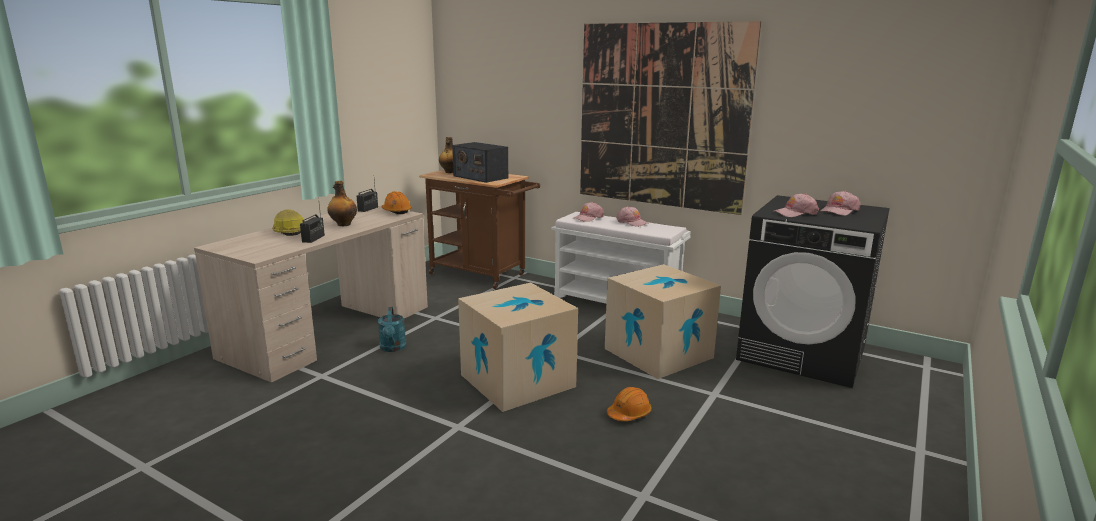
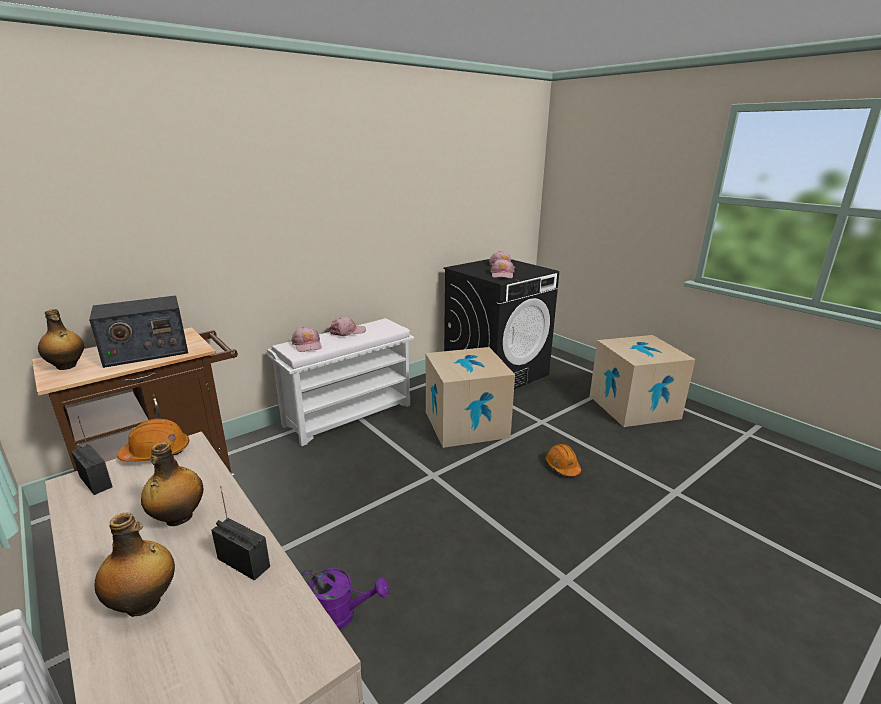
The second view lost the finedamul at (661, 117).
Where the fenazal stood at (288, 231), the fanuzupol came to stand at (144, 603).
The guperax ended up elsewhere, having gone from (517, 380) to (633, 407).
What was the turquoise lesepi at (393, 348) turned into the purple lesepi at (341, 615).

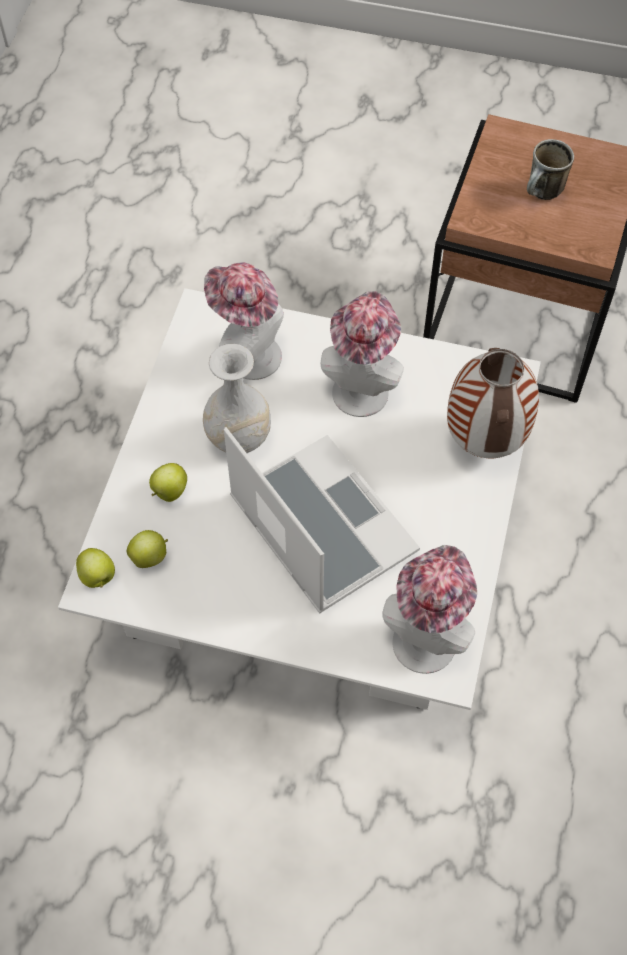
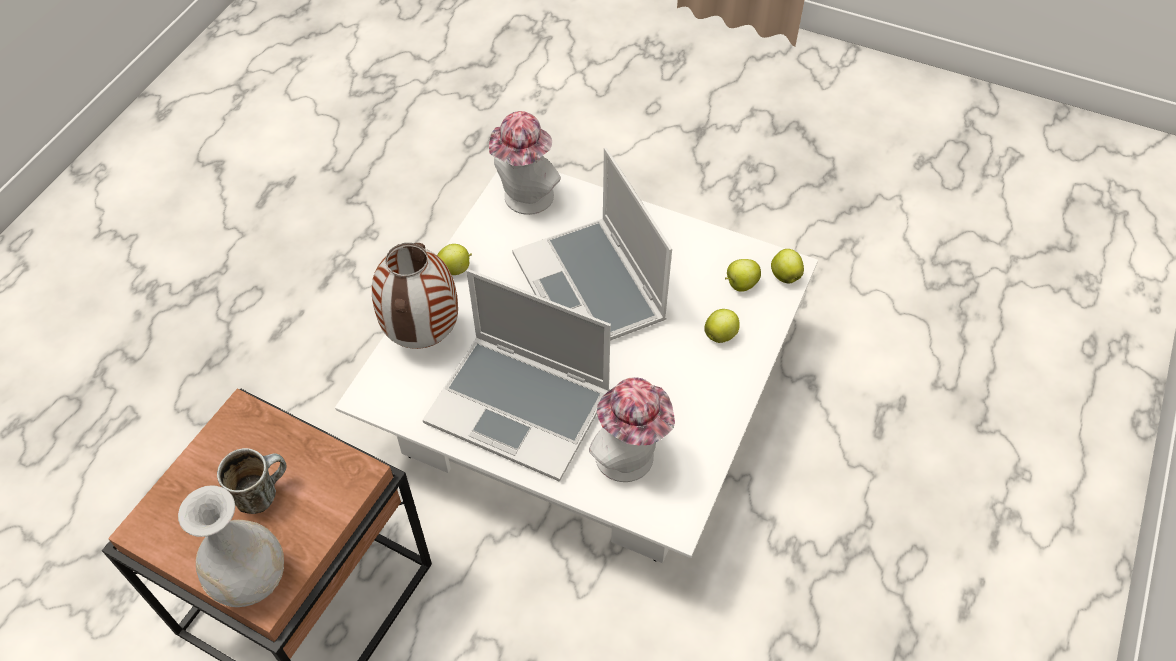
Where the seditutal stood at (361, 386), the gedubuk came to stand at (521, 407).
The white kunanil ended up elsewhere, having gone from (239, 438) to (251, 579).
The second view gained the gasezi at (455, 269).

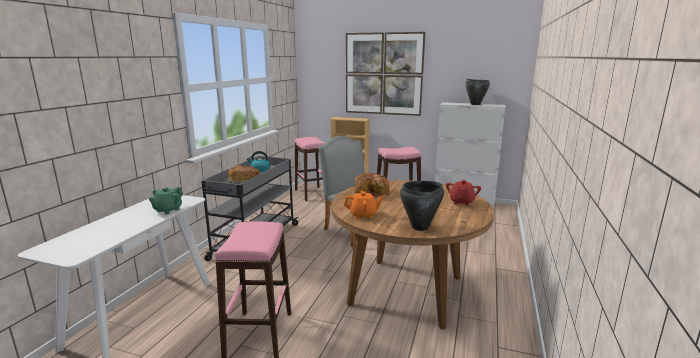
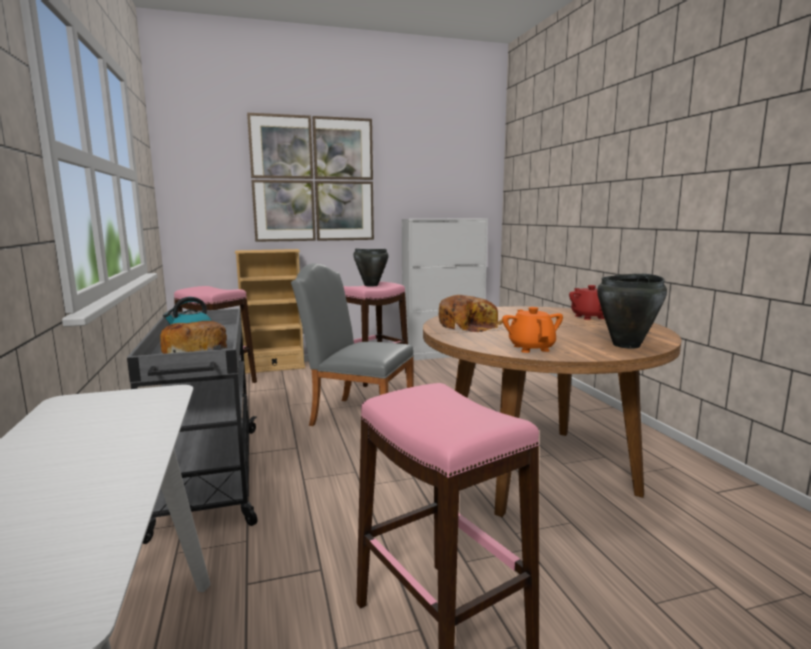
The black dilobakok ended up elsewhere, having gone from (475, 104) to (371, 285).
The second view lost the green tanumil at (167, 210).
The orange tanumil at (363, 215) ended up facing another way, 60 degrees counterclockwise from before.

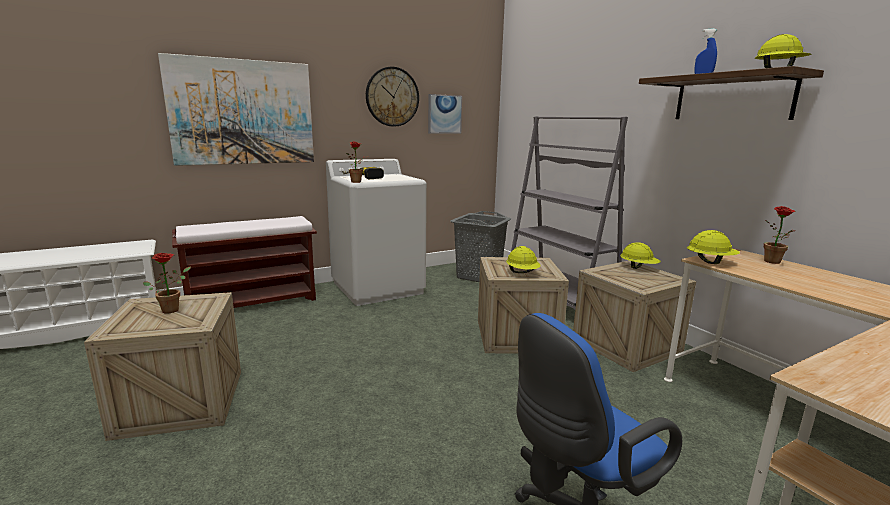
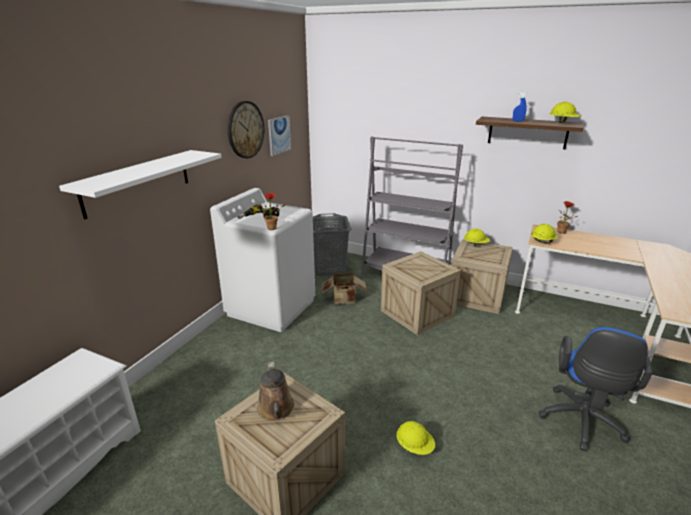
Where the finedamul hung at (243, 112), the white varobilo came to hang at (138, 182).
The second view lost the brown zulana at (254, 302).
The yellow fenazal ended up elsewhere, having gone from (522, 273) to (415, 446).
Where the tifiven stood at (173, 309), the brown lesepi came to stand at (276, 410).
The second view gained the guperax at (345, 300).

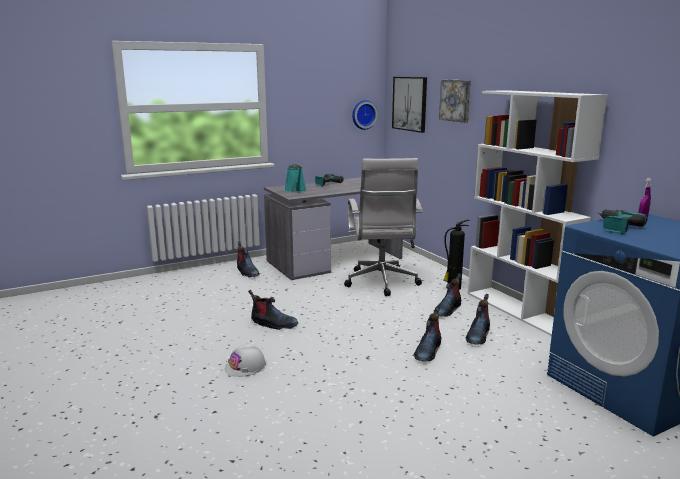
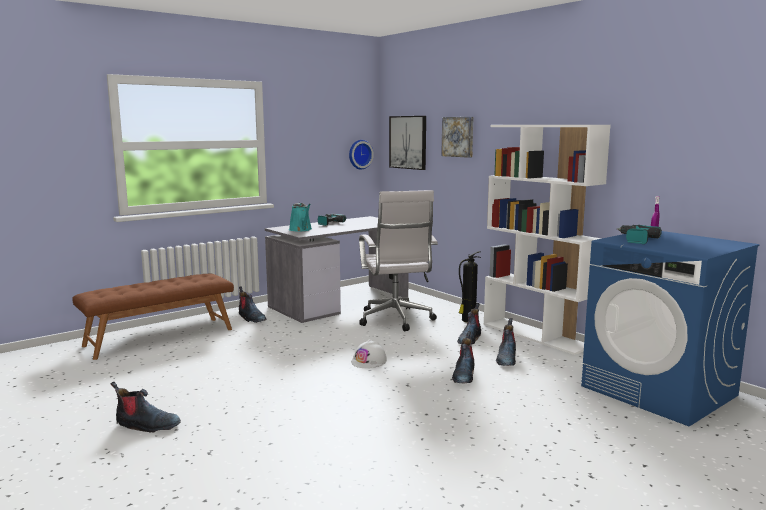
The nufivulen ended up elsewhere, having gone from (273, 324) to (146, 425).
The white fenazal ended up elsewhere, having gone from (246, 366) to (369, 361).
The second view gained the brown zulana at (159, 337).

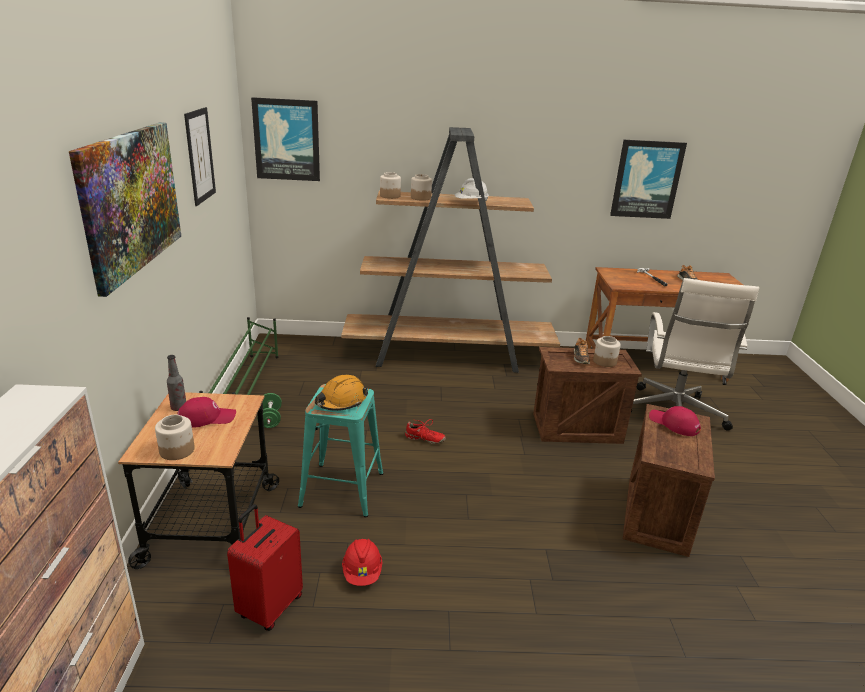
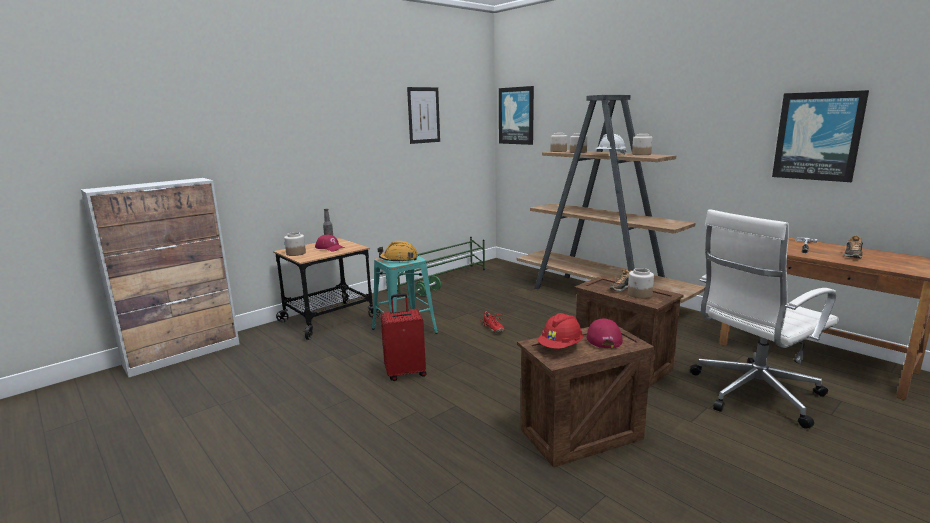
The second view lost the finedamul at (131, 201).
The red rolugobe ended up elsewhere, having gone from (269, 606) to (405, 373).
The red fenazal ended up elsewhere, having gone from (362, 572) to (560, 347).
The second view gained the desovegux at (641, 154).

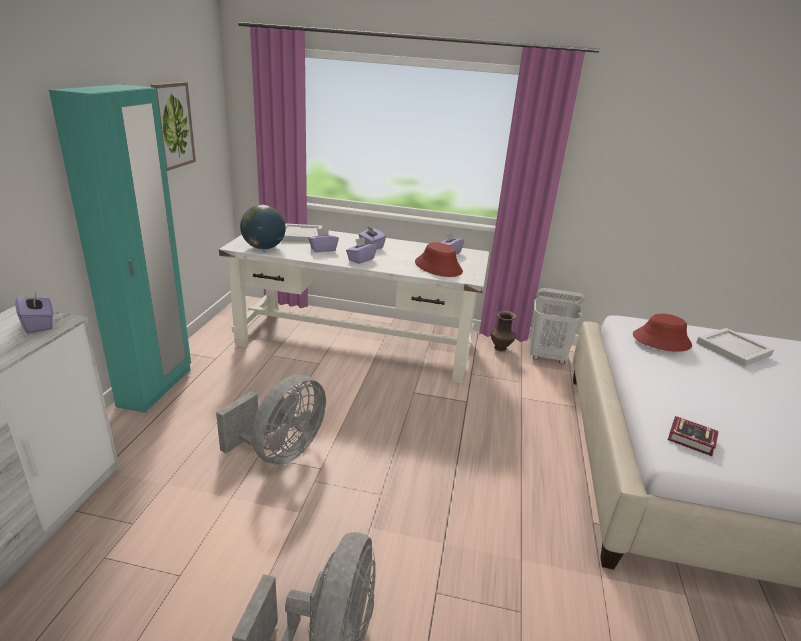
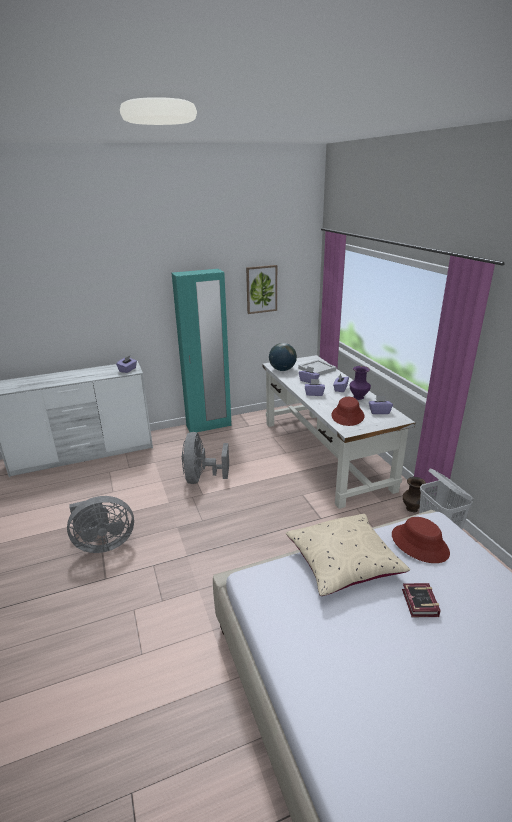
The second view lost the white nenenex at (734, 349).
The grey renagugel at (280, 452) ended up facing another way, 90 degrees clockwise from before.
The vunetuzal ended up elsewhere, having gone from (693, 441) to (419, 604).
The second view gained the purple kunanil at (359, 398).
The second view gained the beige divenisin at (343, 563).

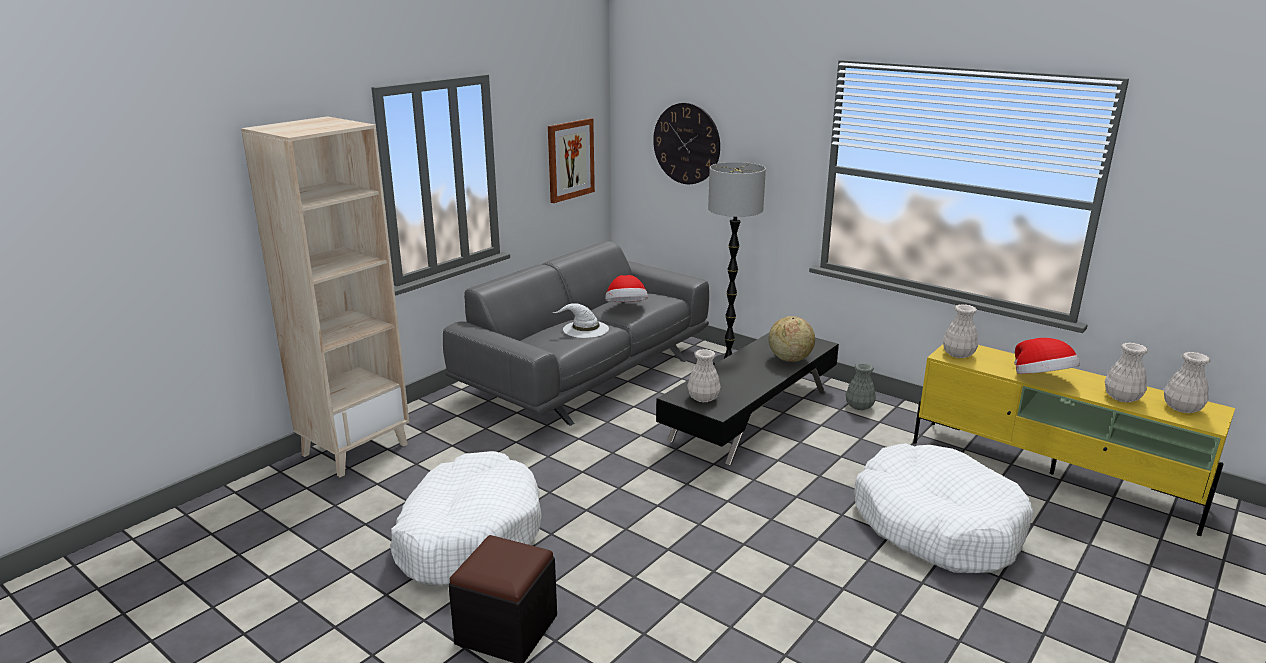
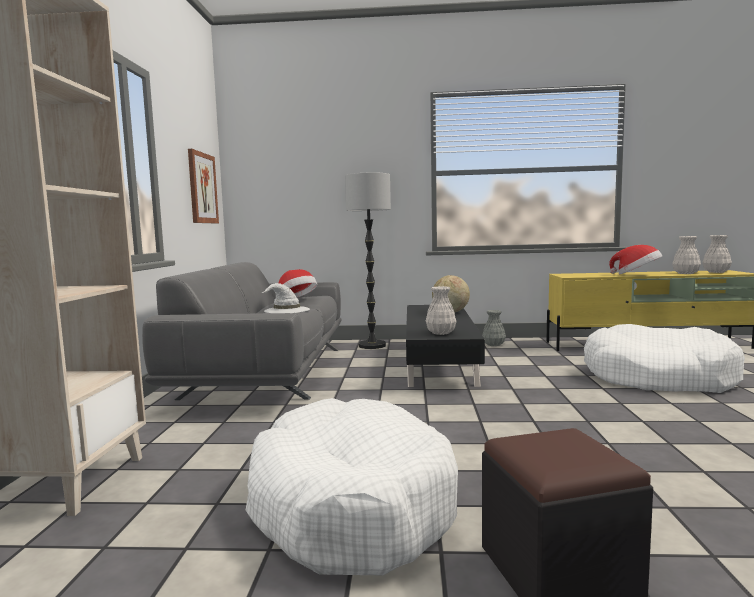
The second view lost the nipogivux at (686, 143).
The second view lost the white kunanil at (957, 354).

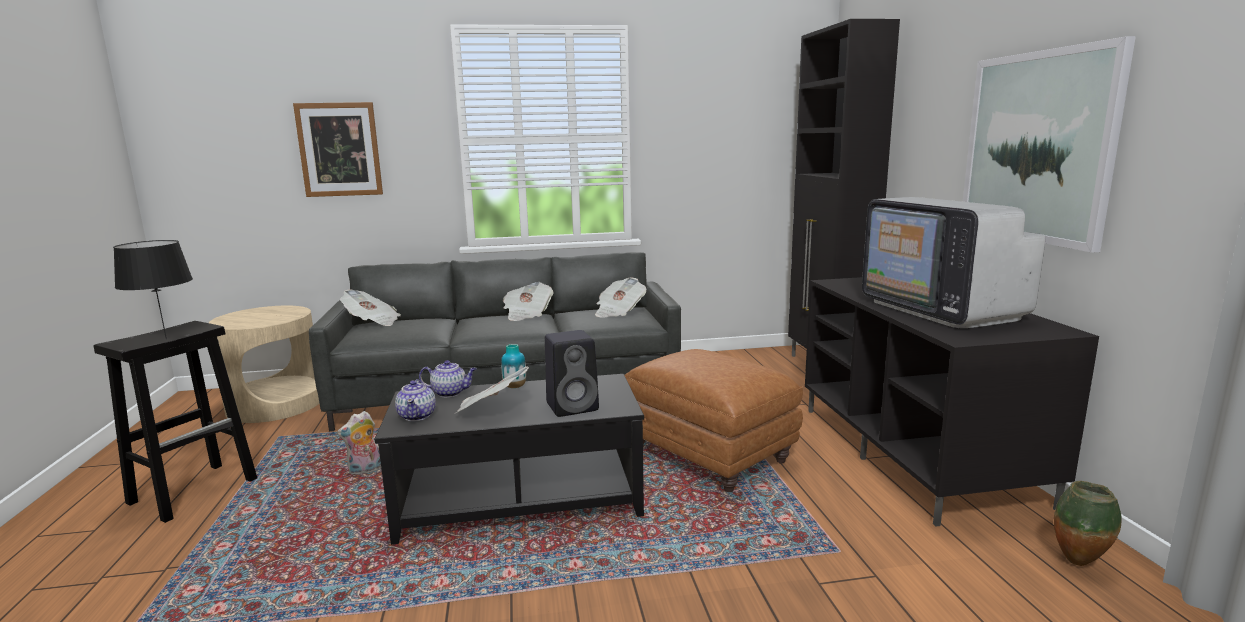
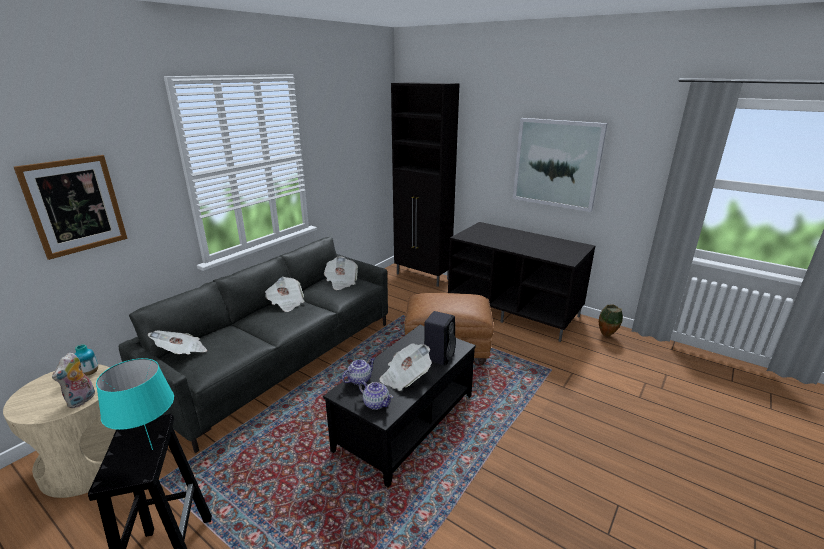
The second view lost the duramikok at (941, 310).
What was the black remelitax at (167, 338) turned into the turquoise remelitax at (152, 449).
The kunanil ended up elsewhere, having gone from (515, 387) to (90, 373).
The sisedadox ended up elsewhere, having gone from (365, 471) to (82, 400).

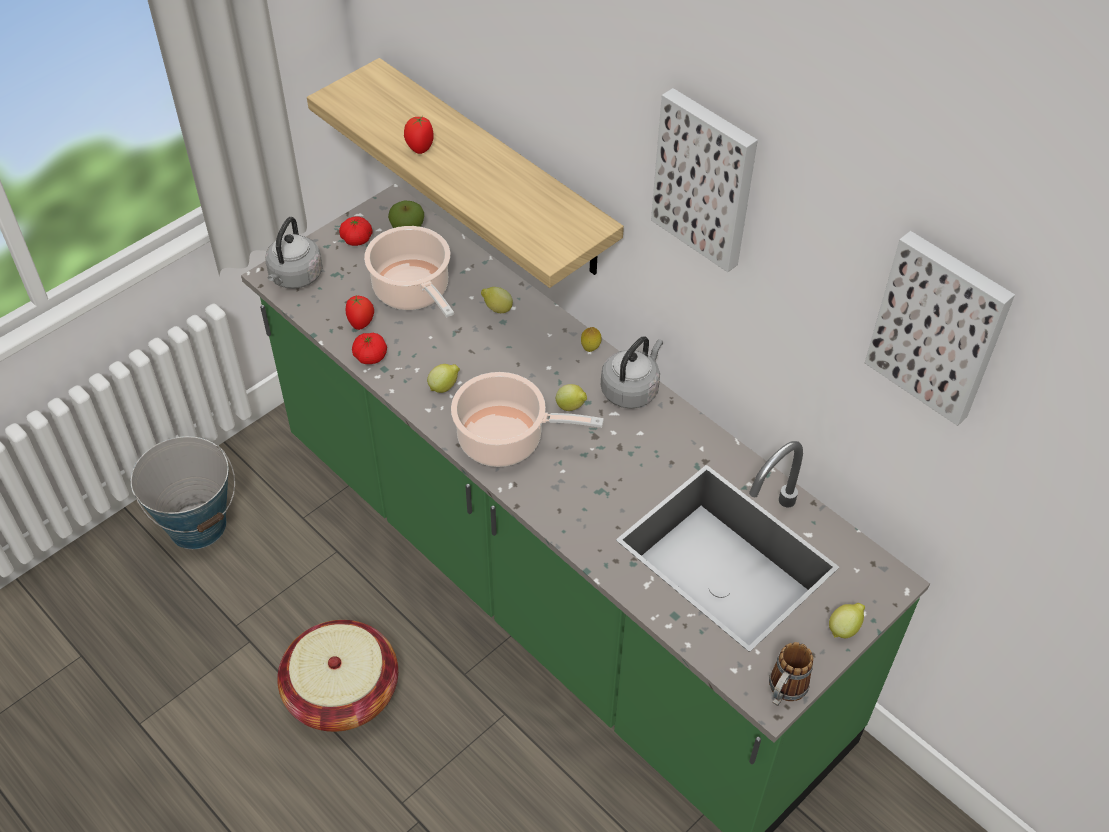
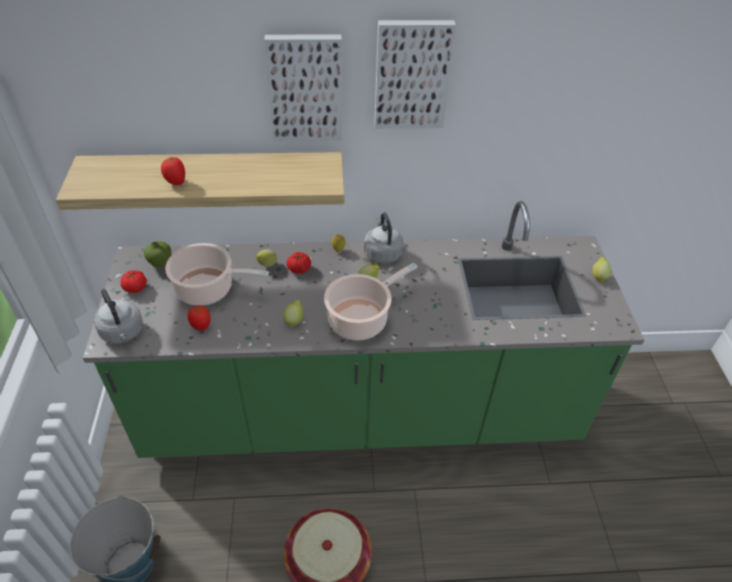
The finedamul ended up elsewhere, having gone from (940, 326) to (305, 87).
The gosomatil ended up elsewhere, having gone from (370, 357) to (299, 269).
The second view lost the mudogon at (784, 691).

